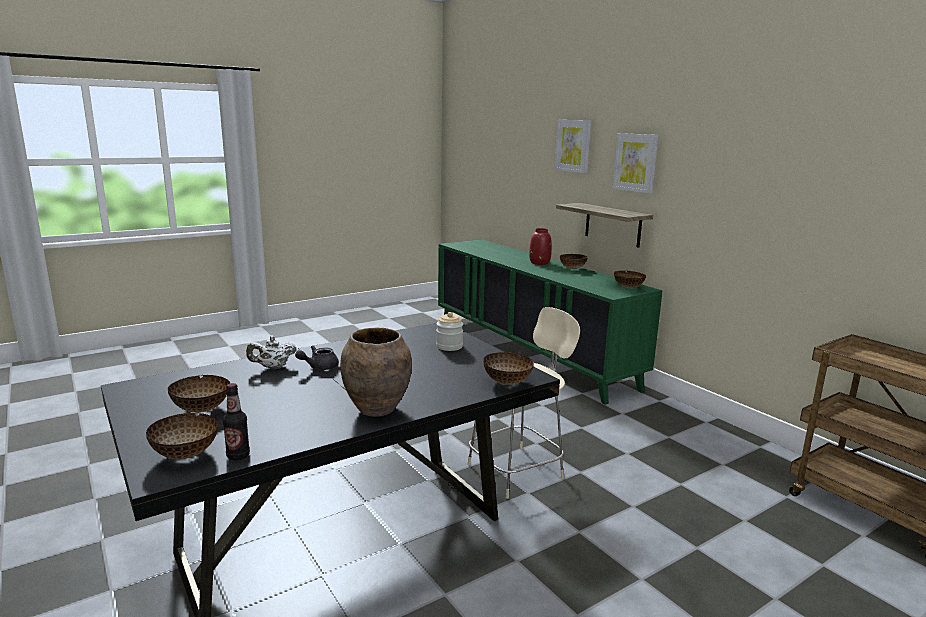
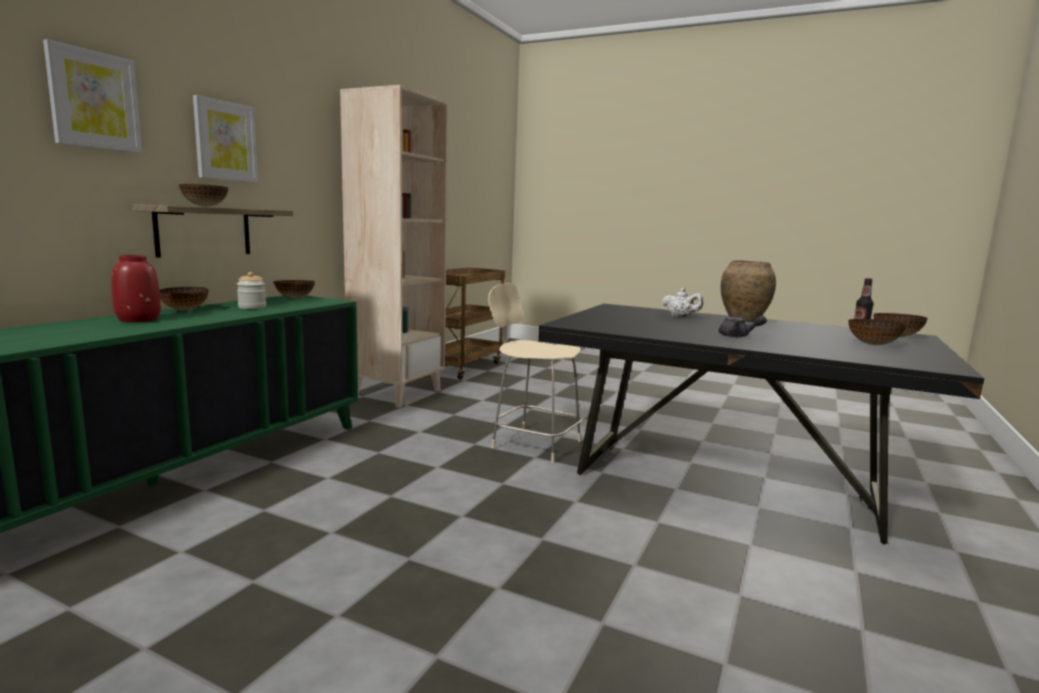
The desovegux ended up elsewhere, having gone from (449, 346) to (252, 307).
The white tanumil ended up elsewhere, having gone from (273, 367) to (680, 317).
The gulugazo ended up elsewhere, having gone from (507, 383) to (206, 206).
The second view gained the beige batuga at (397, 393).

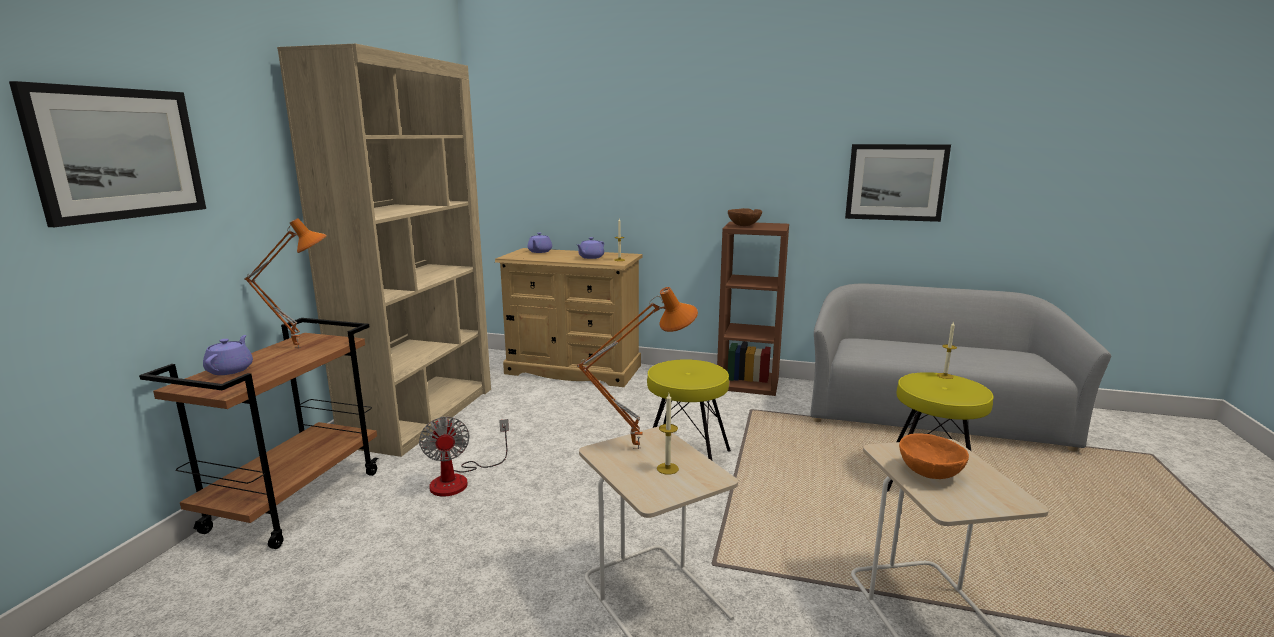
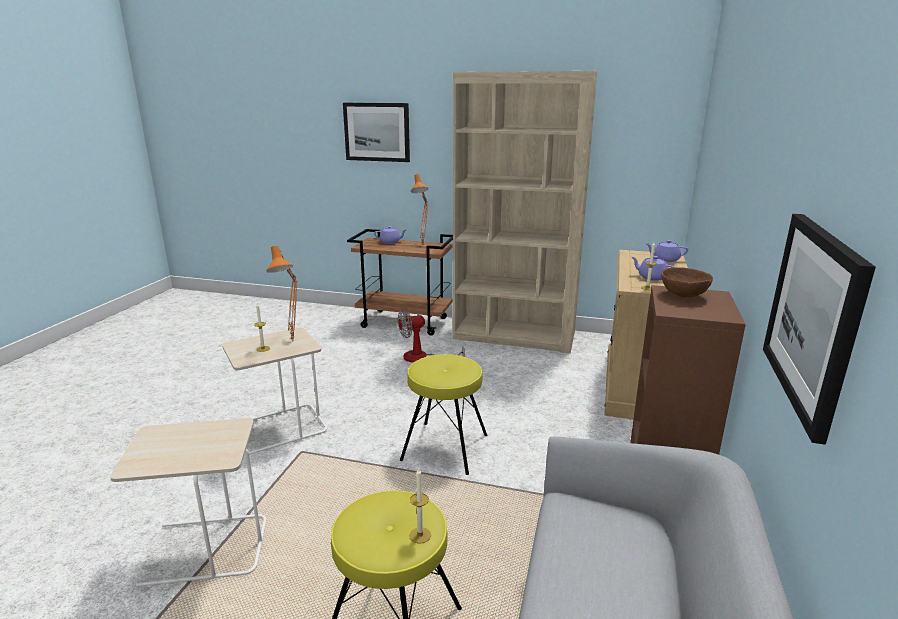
The second view lost the orange gulugazo at (930, 474).

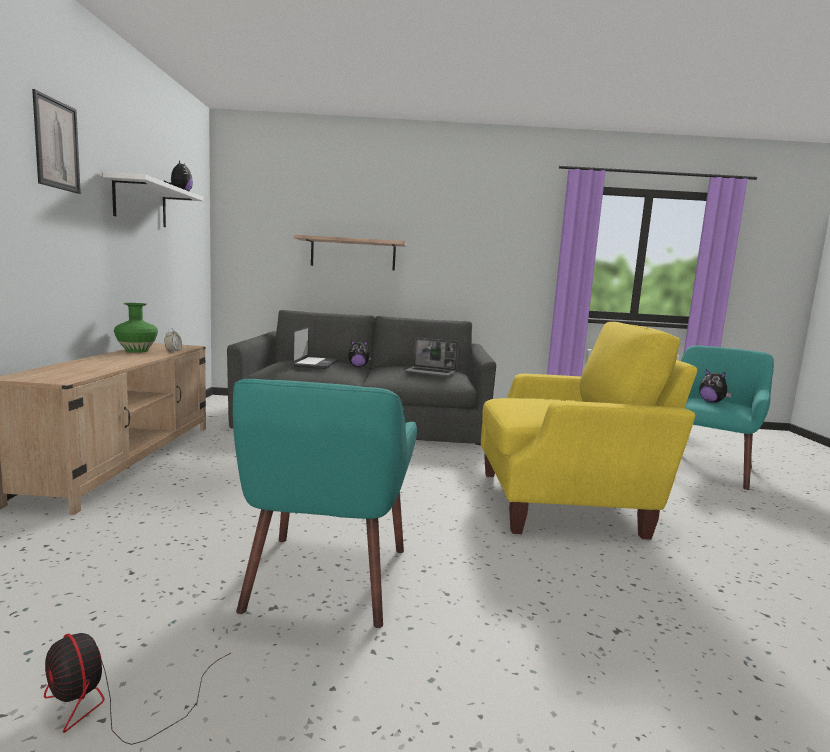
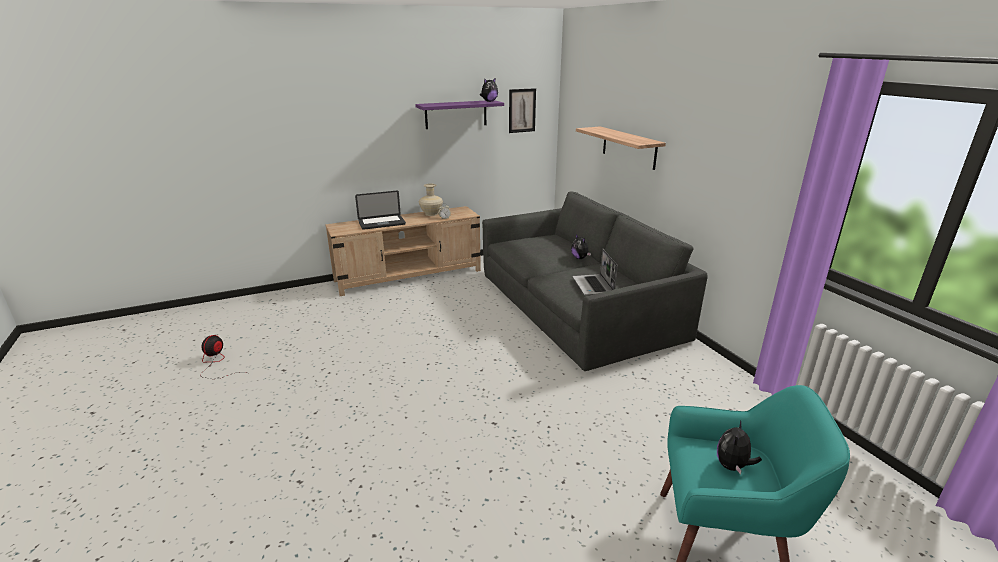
The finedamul ended up elsewhere, having gone from (56, 144) to (522, 110).
What was the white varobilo at (140, 203) turned into the purple varobilo at (456, 114).
What was the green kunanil at (136, 351) turned into the beige kunanil at (431, 213).
The second view lost the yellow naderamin at (564, 503).
The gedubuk ended up elsewhere, having gone from (316, 364) to (381, 223).
The second view lost the turquoise naderamin at (326, 578).

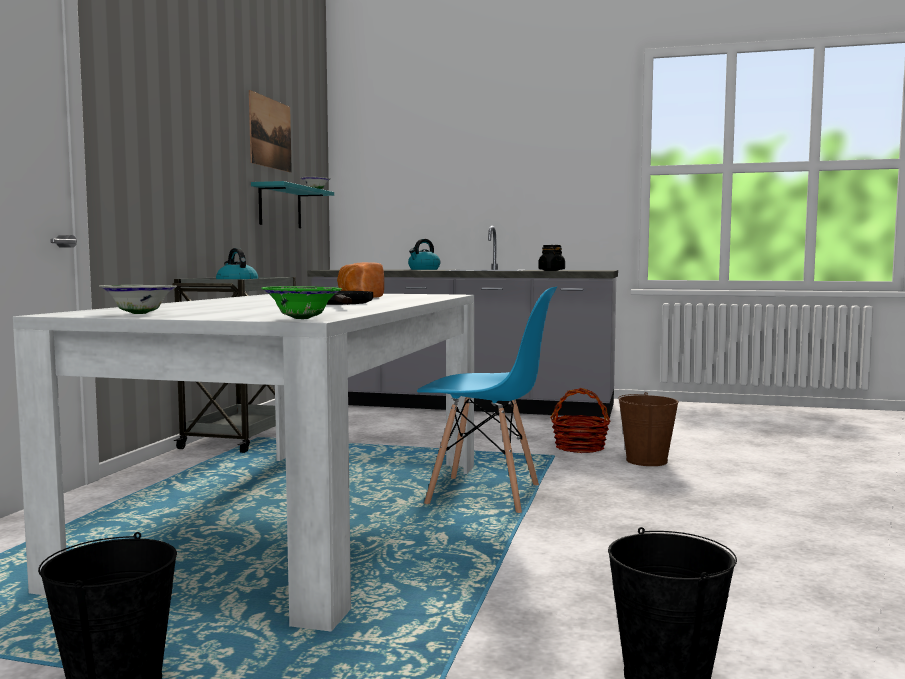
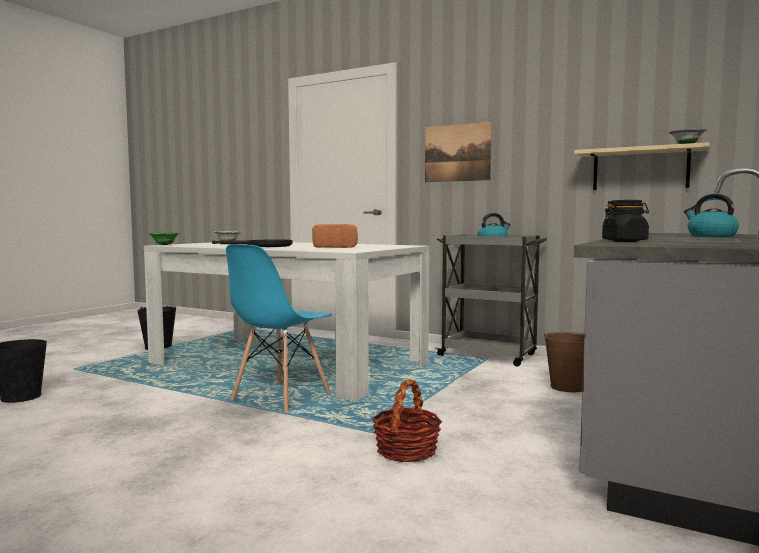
The finedamul ended up elsewhere, having gone from (270, 133) to (457, 153).
What was the turquoise varobilo at (280, 207) turned into the beige varobilo at (640, 169).
The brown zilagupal ended up elsewhere, having gone from (647, 461) to (567, 387).

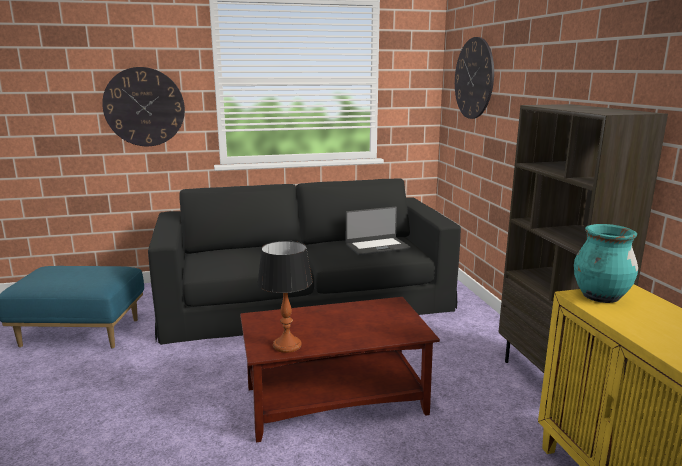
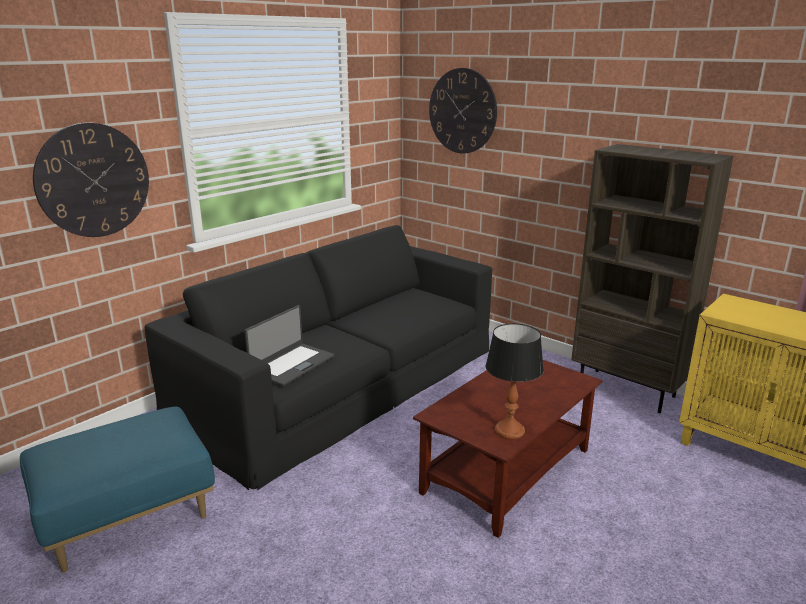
The gedubuk ended up elsewhere, having gone from (377, 246) to (291, 364).
The second view lost the turquoise kunanil at (600, 297).

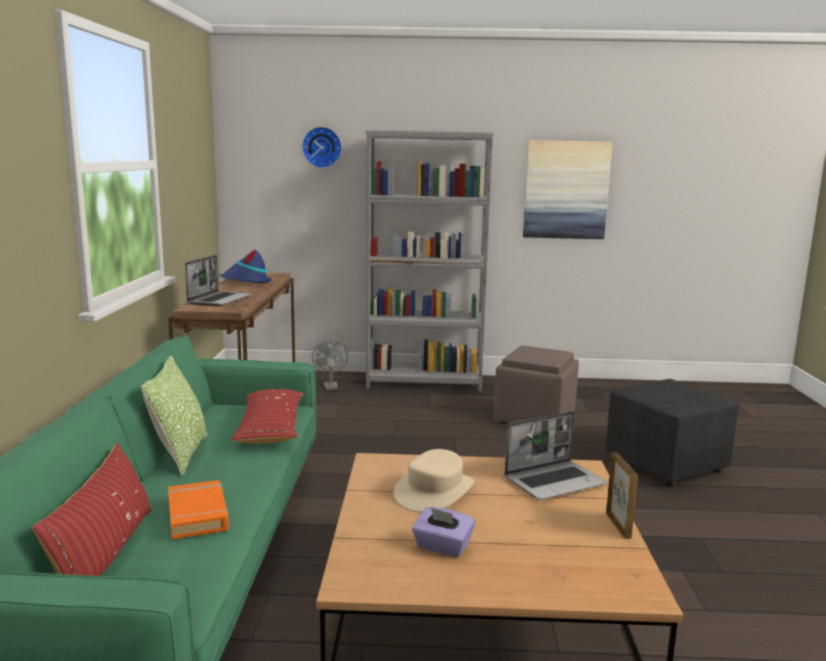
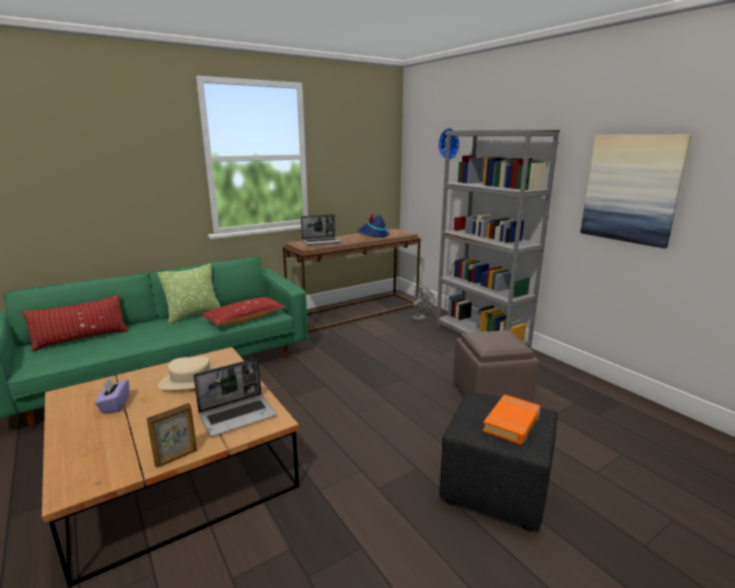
The gedubuk at (555, 481) ended up facing another way, 60 degrees counterclockwise from before.
The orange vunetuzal ended up elsewhere, having gone from (198, 515) to (512, 423).

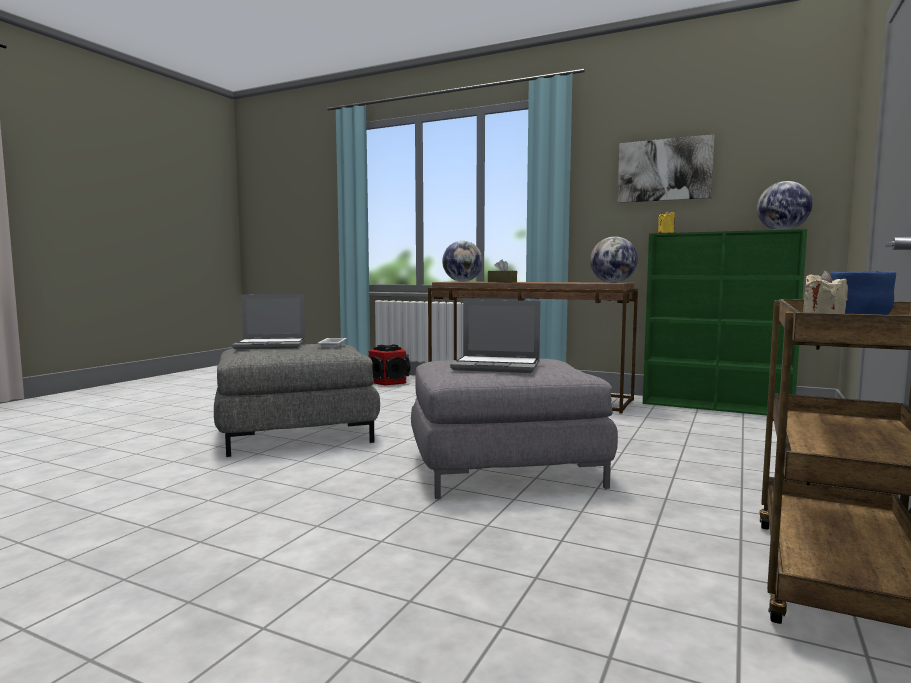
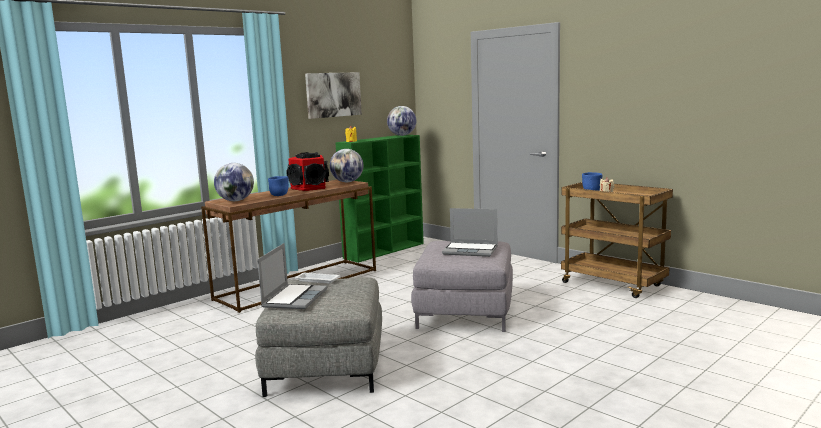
Where the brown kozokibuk stood at (502, 282), the blue gulugazo came to stand at (279, 195).
The gedubuk at (498, 366) ended up facing another way, 75 degrees clockwise from before.
The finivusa ended up elsewhere, having gone from (389, 382) to (310, 187).

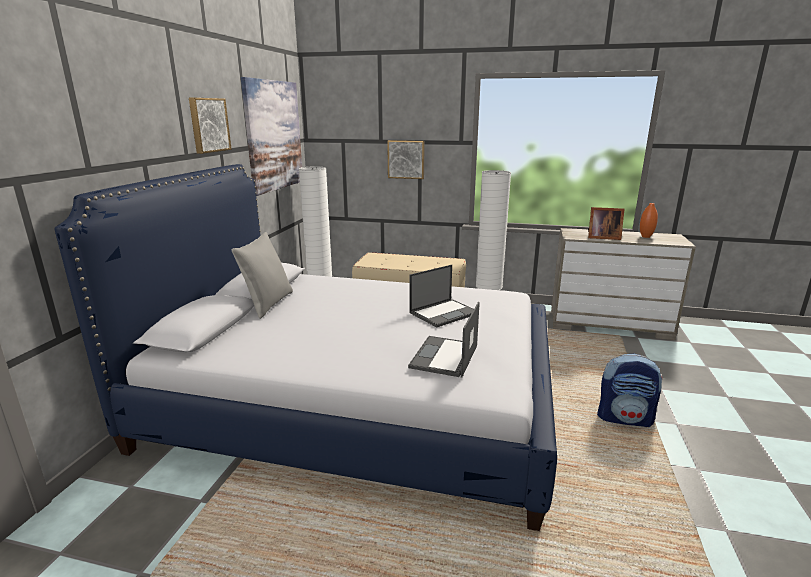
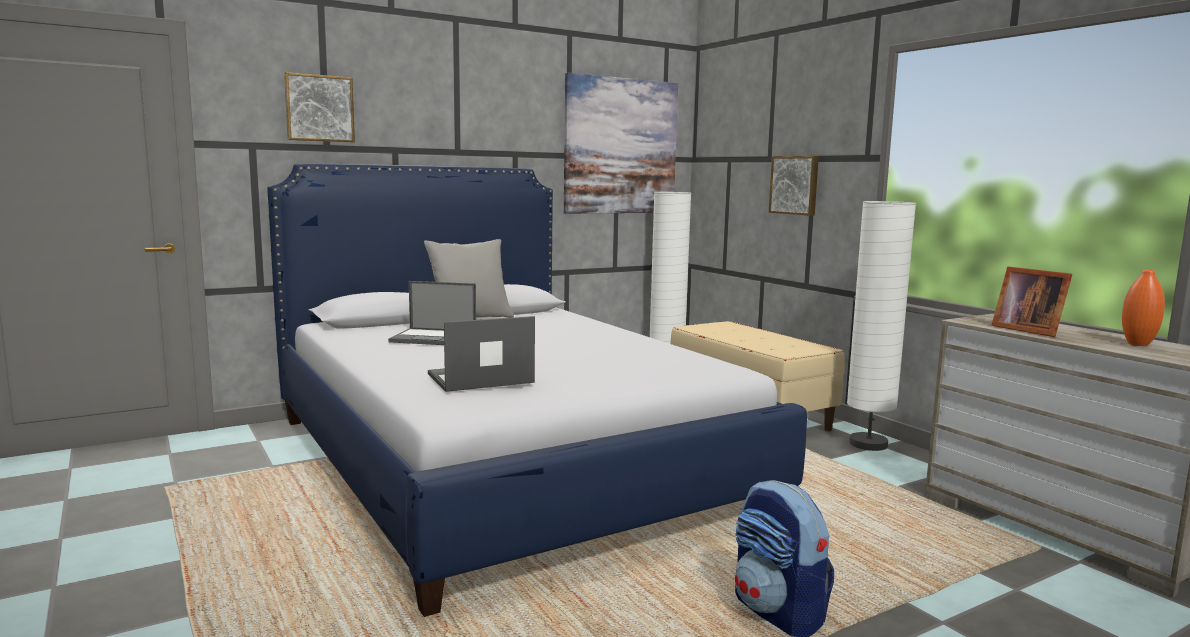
The finedamul ended up elsewhere, having gone from (208, 125) to (319, 108).
The gedubuk ended up elsewhere, having gone from (444, 313) to (435, 338).

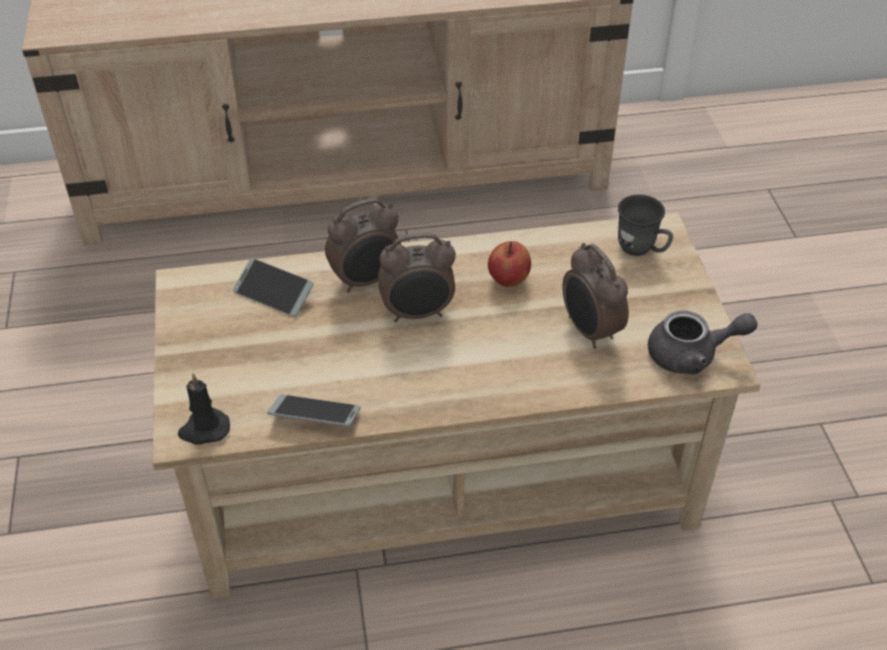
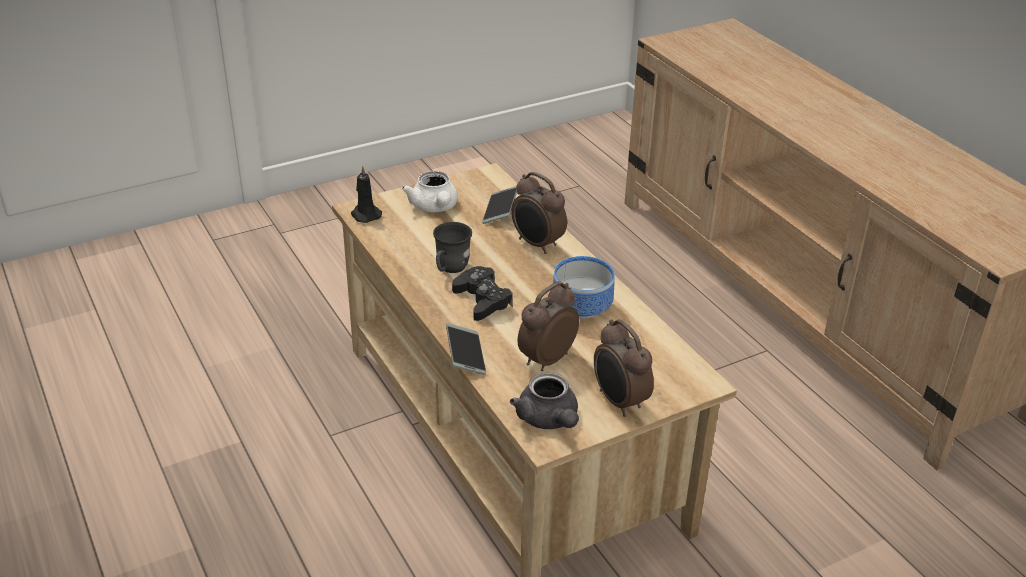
The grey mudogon ended up elsewhere, having gone from (642, 250) to (449, 269).
The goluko ended up elsewhere, having gone from (418, 313) to (619, 402).
Where the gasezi stood at (508, 280), the gulugazo came to stand at (579, 308).
The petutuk ended up elsewhere, having gone from (315, 416) to (465, 355).
The second view gained the white tanumil at (434, 207).
The second view gained the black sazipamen at (482, 300).

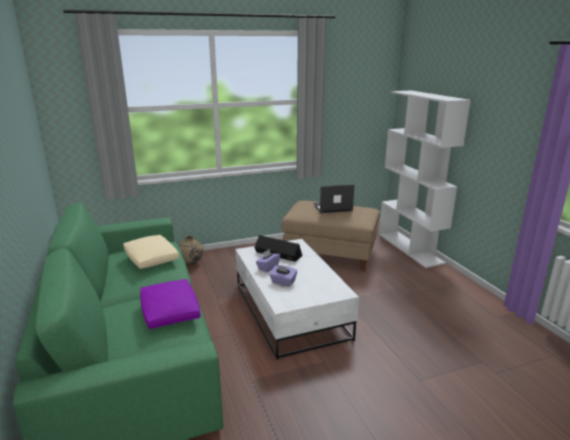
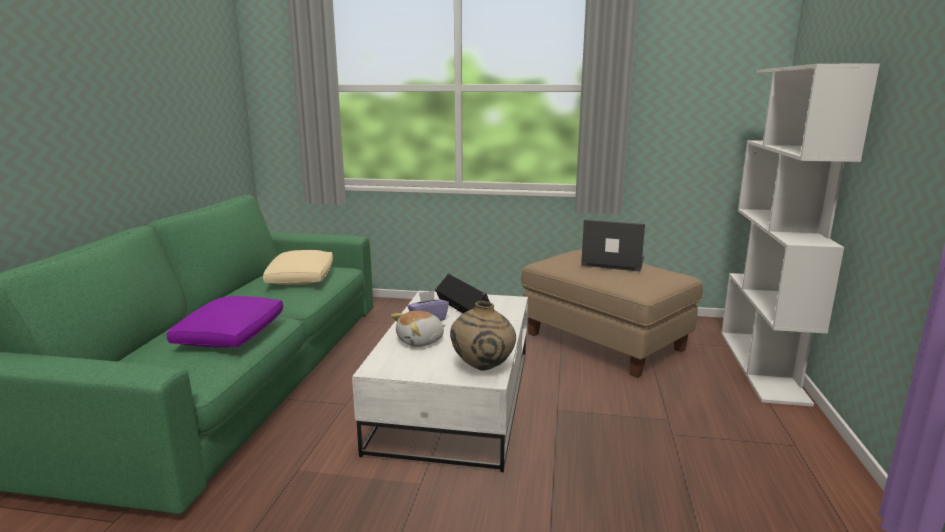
The beige kunanil ended up elsewhere, having gone from (191, 263) to (482, 368).
Where the purple kozokibuk stood at (283, 282), the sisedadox came to stand at (421, 341).

